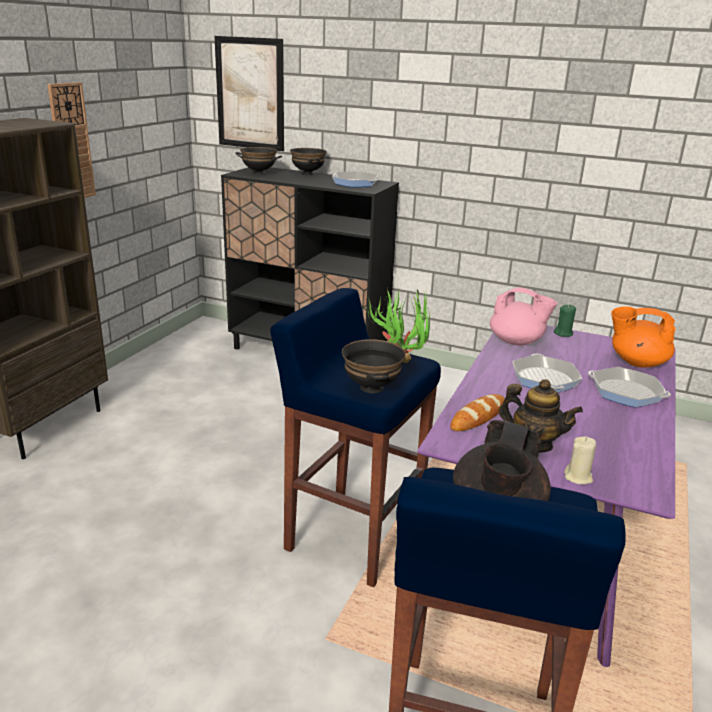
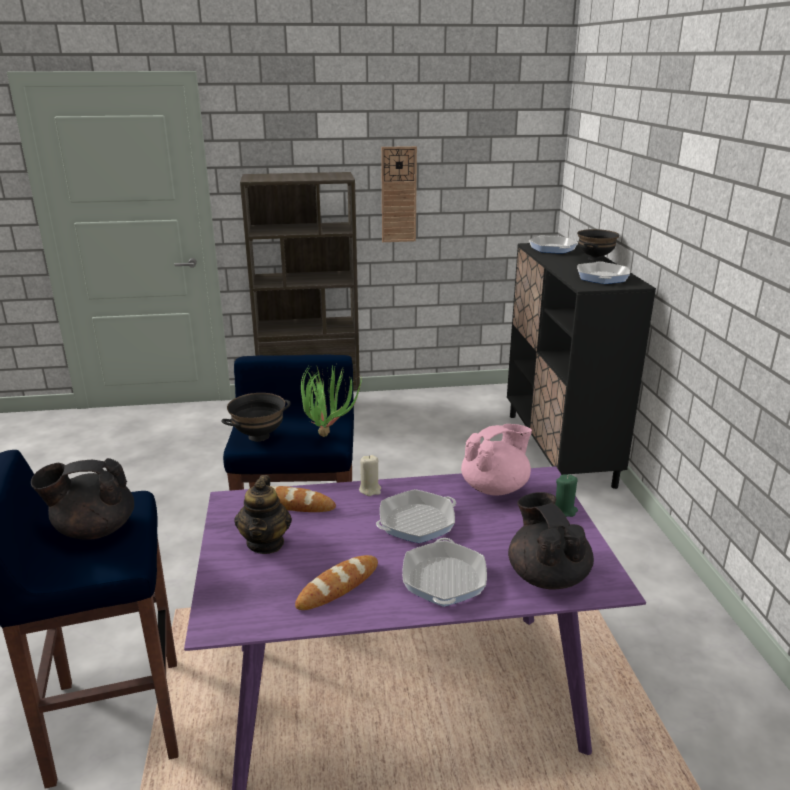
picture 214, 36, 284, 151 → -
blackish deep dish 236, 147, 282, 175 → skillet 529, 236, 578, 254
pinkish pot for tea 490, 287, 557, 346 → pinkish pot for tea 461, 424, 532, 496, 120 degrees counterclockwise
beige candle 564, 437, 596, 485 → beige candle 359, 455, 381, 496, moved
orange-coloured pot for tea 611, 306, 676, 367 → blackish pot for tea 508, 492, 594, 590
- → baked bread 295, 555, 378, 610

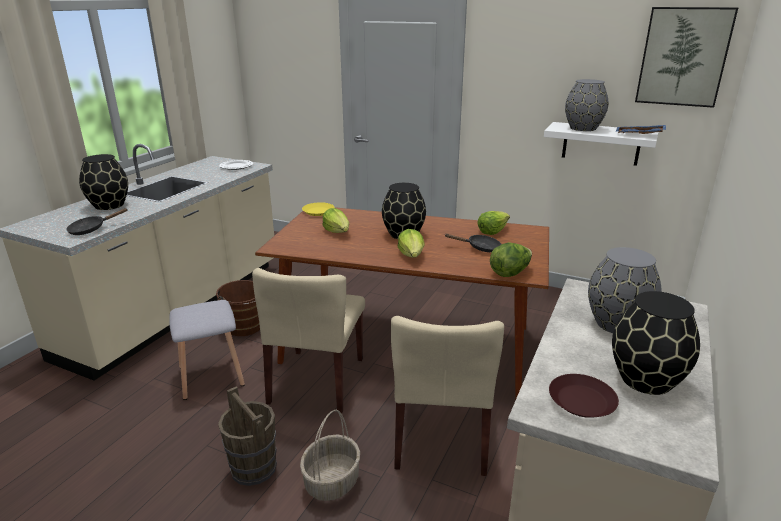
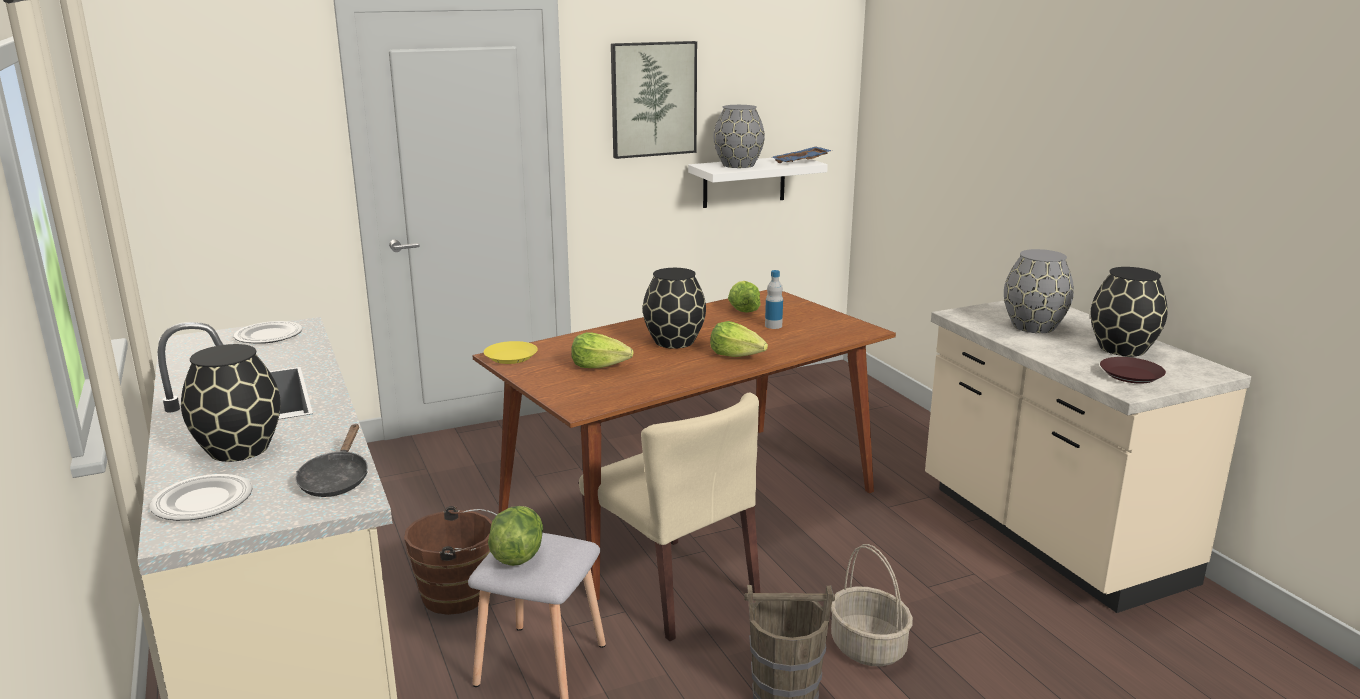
beige chair 391, 316, 504, 476 → -
blackish skillet 445, 234, 501, 252 → beverage bottle 765, 270, 783, 329
lettuce 490, 242, 532, 277 → lettuce 488, 506, 543, 566, moved
picture 635, 7, 738, 108 → picture 611, 41, 697, 159, moved
- → dinner plate 149, 474, 253, 521

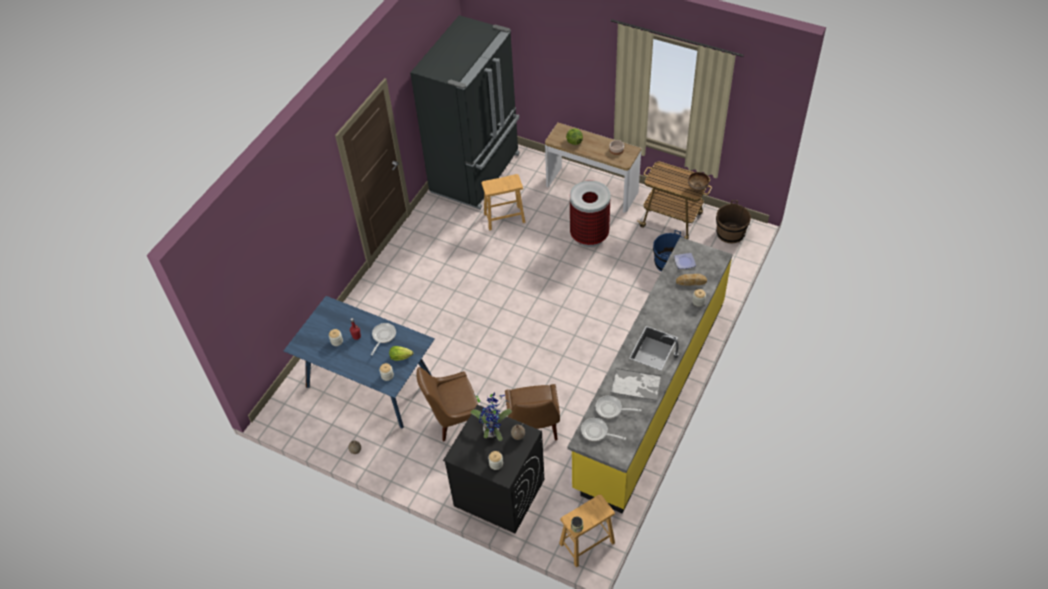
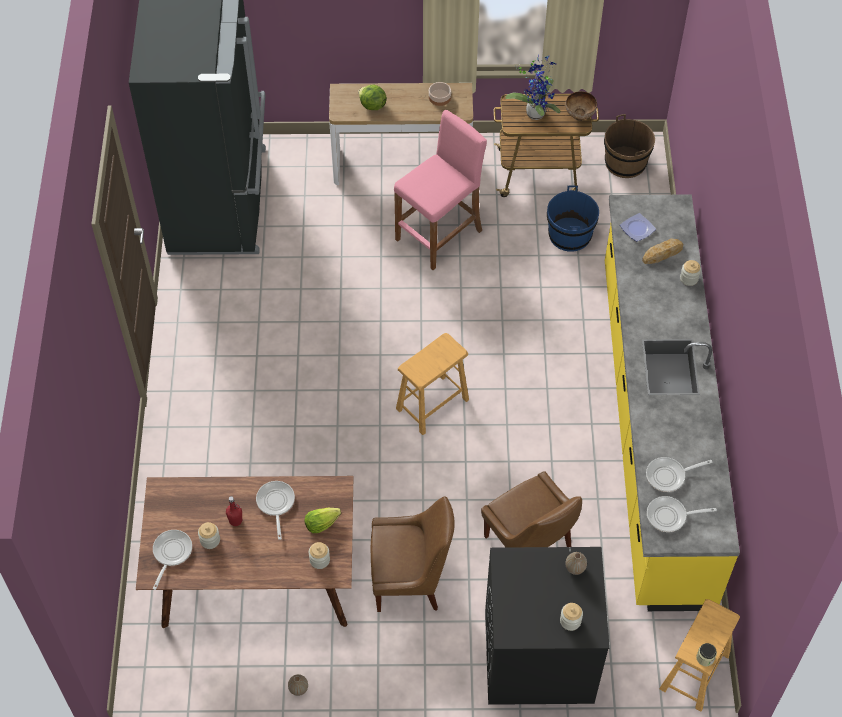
blue dinner table 284, 296, 435, 429 → brown-coloured dinner table 136, 476, 353, 628
brown-coloured chair 417, 367, 478, 441 → brown-coloured chair 371, 496, 455, 612, 135 degrees counterclockwise
potted plant 470, 392, 512, 441 → potted plant 505, 55, 561, 120, moved
brown-coloured stool 481, 174, 525, 230 → brown-coloured stool 396, 333, 469, 435, moved
trash can 570, 180, 611, 247 → pinkish stool 394, 110, 487, 270
serving tray 611, 368, 661, 402 → -
- → skillet 153, 530, 192, 590

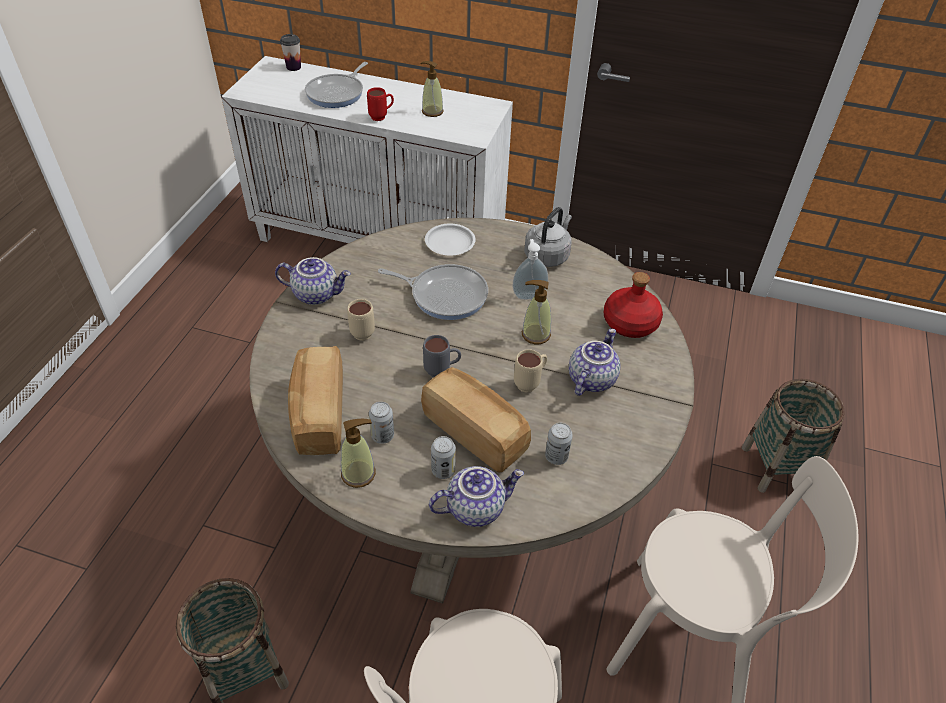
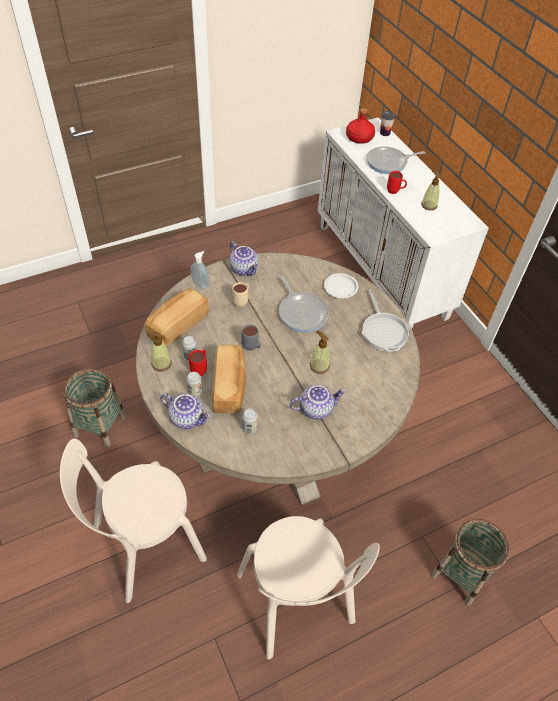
soap dispenser 513, 239, 548, 300 → soap dispenser 191, 251, 210, 289, moved
beige tea mug 514, 349, 547, 393 → -
greyish water kettle 524, 207, 572, 267 → skillet 362, 290, 410, 352
red beverage bottle 604, 272, 663, 338 → red beverage bottle 346, 108, 375, 144, moved
- → red tea mug 189, 350, 207, 376

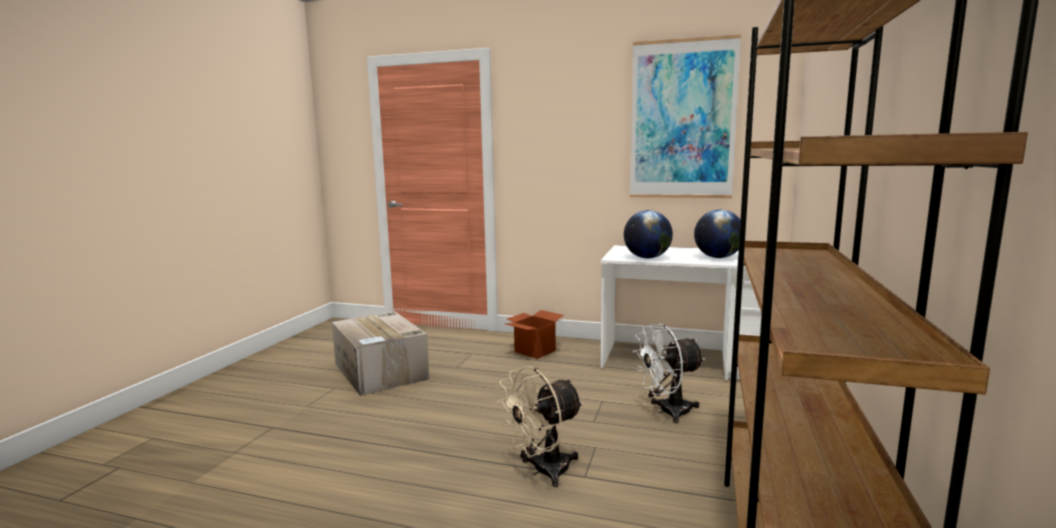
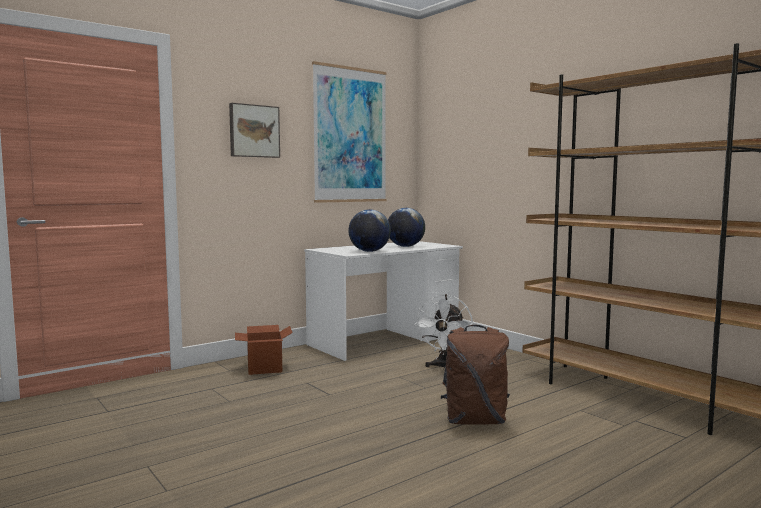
carton 332, 311, 430, 396 → -
beige fan 497, 366, 584, 487 → brown-coloured knapsack 441, 325, 510, 425
- → picture 229, 103, 280, 158

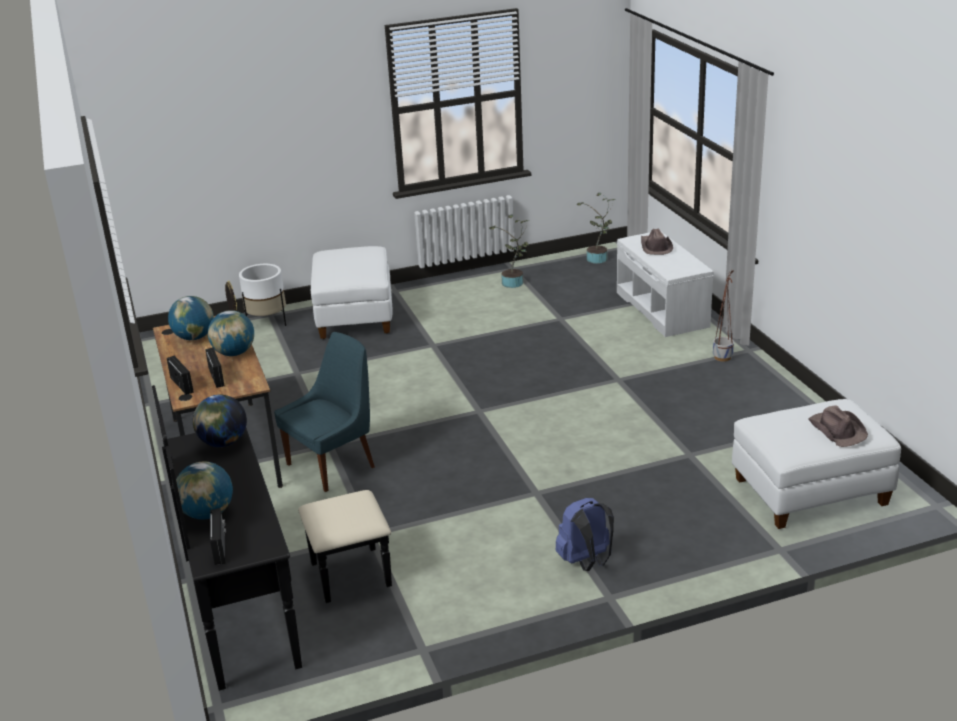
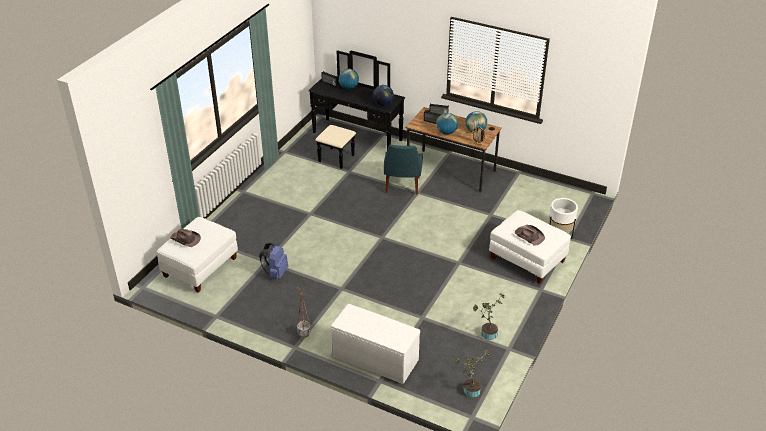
blue knapsack 556, 498, 614, 571 → blue knapsack 259, 243, 288, 279, moved
brown-coloured clothing hat 641, 229, 673, 255 → brown-coloured clothing hat 515, 225, 545, 246, moved

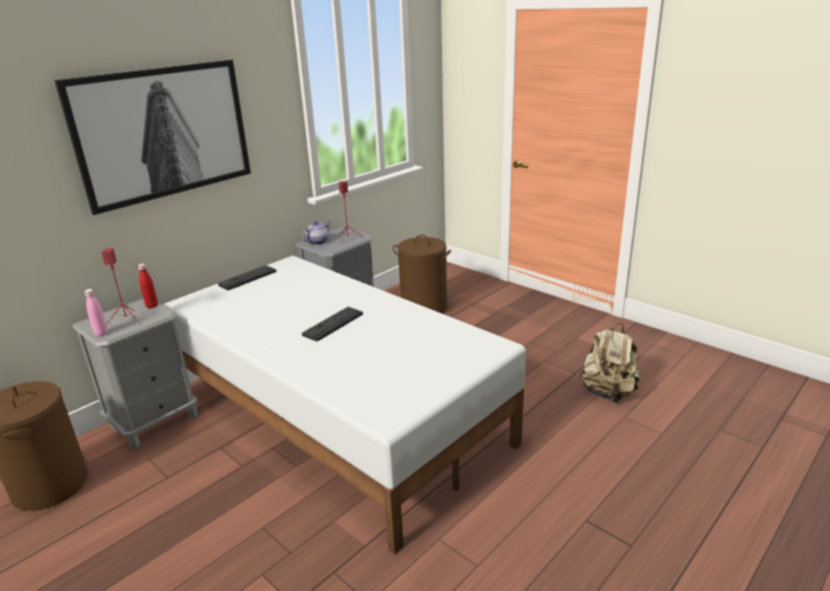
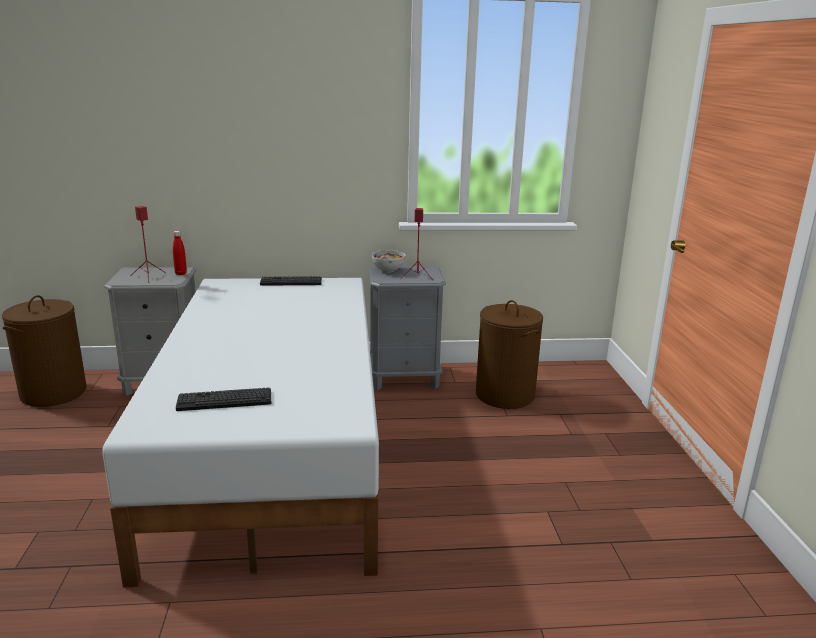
picture 54, 60, 251, 215 → -
pinkish beverage bottle 84, 289, 108, 337 → -
keyboard 302, 307, 363, 341 → keyboard 176, 388, 271, 411, moved
pot for tea 303, 221, 330, 245 → deep dish 372, 250, 405, 273
beige knapsack 579, 323, 641, 402 → -

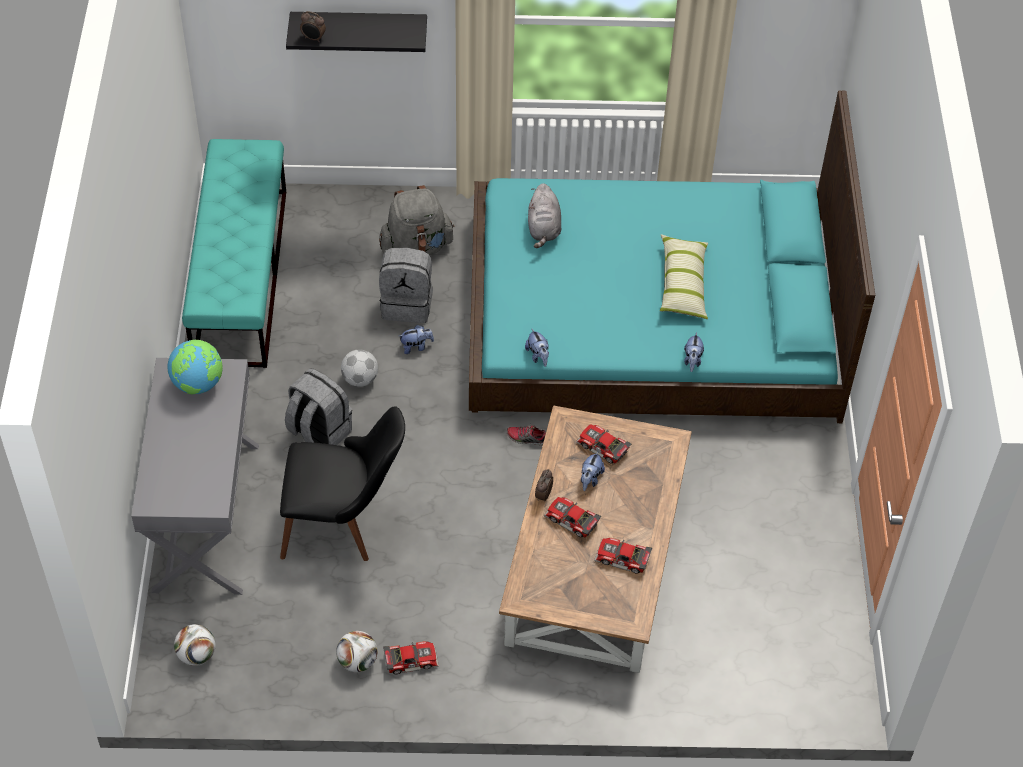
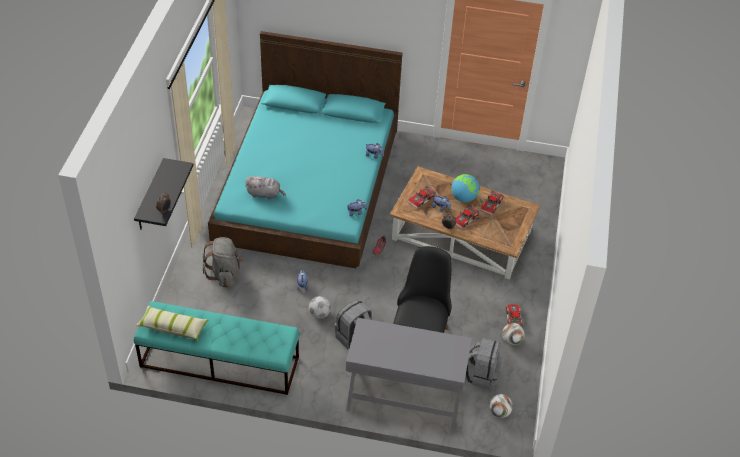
globe 167, 340, 223, 394 → globe 451, 174, 479, 202, moved
greyish knapsack 379, 248, 433, 323 → greyish knapsack 465, 338, 502, 390, moved
throw pillow 660, 234, 708, 319 → throw pillow 136, 306, 208, 340, moved

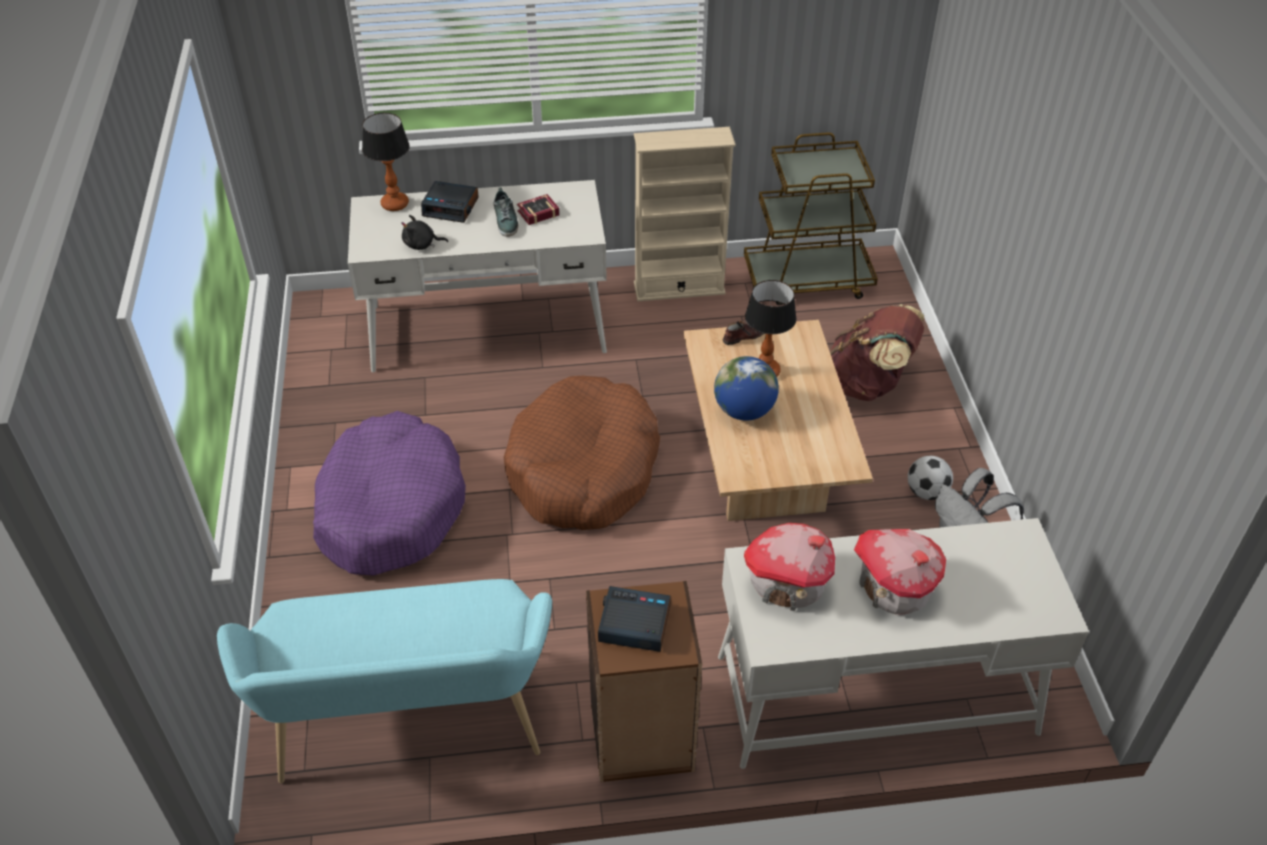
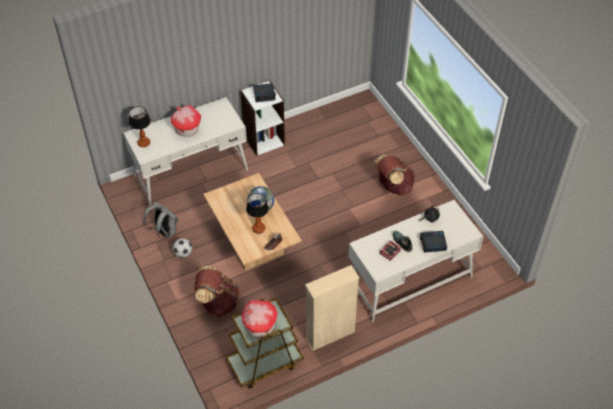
blue-green bench 217, 579, 552, 783 → -
purple dog bed 313, 411, 466, 576 → brown-coloured knapsack 373, 155, 415, 195
table lamp 362, 113, 410, 211 → table lamp 129, 106, 151, 147, moved
brown-coloured dog bed 503, 376, 660, 530 → -
brown-coloured bookcase 586, 581, 702, 782 → white-coloured bookcase 240, 80, 285, 156
model house 744, 523, 835, 611 → model house 241, 300, 278, 337, moved

